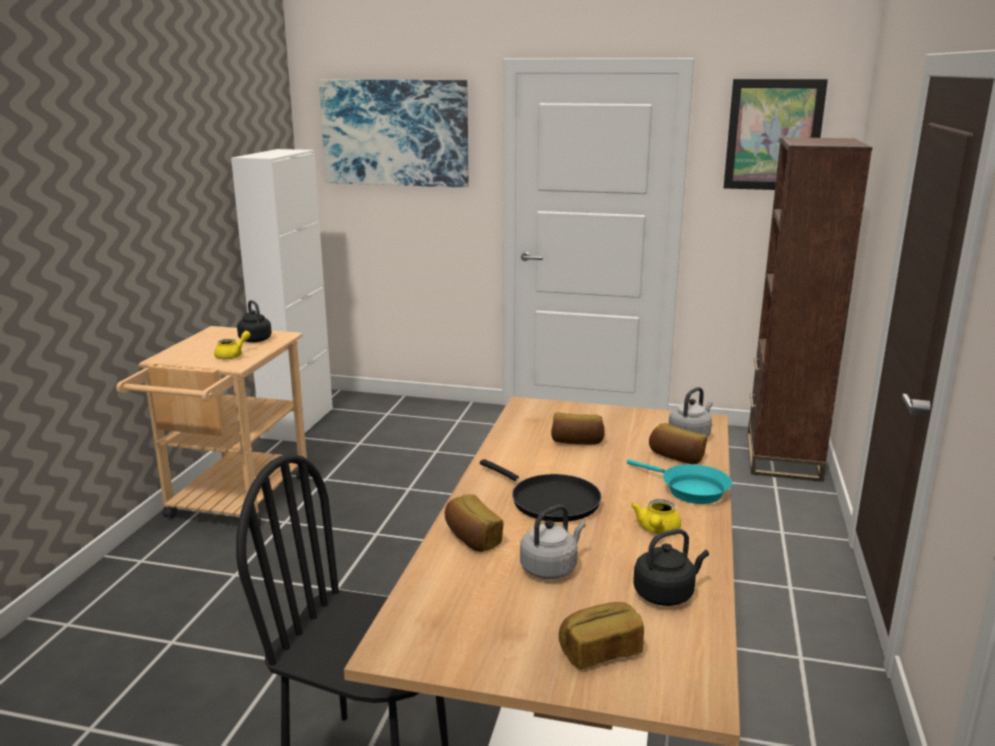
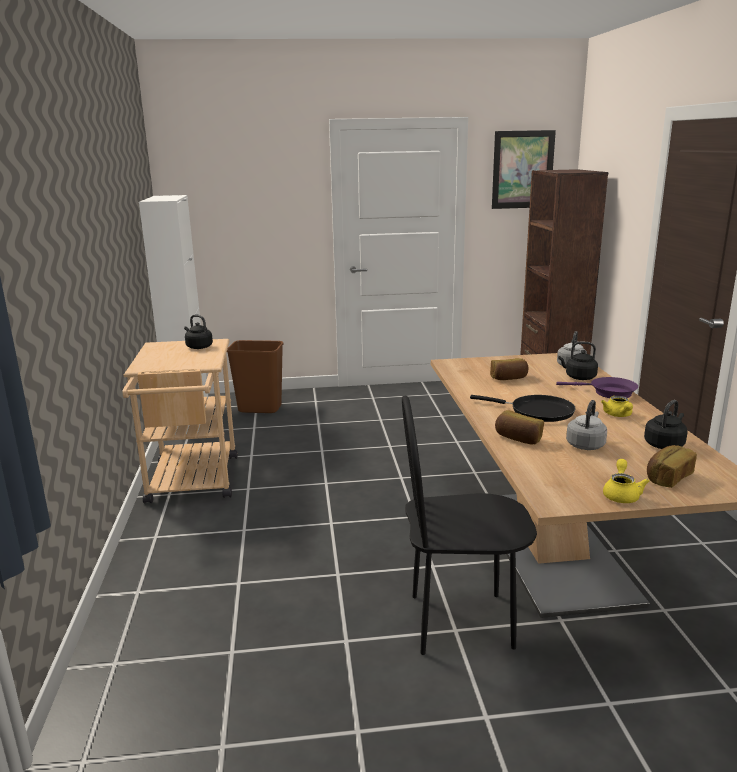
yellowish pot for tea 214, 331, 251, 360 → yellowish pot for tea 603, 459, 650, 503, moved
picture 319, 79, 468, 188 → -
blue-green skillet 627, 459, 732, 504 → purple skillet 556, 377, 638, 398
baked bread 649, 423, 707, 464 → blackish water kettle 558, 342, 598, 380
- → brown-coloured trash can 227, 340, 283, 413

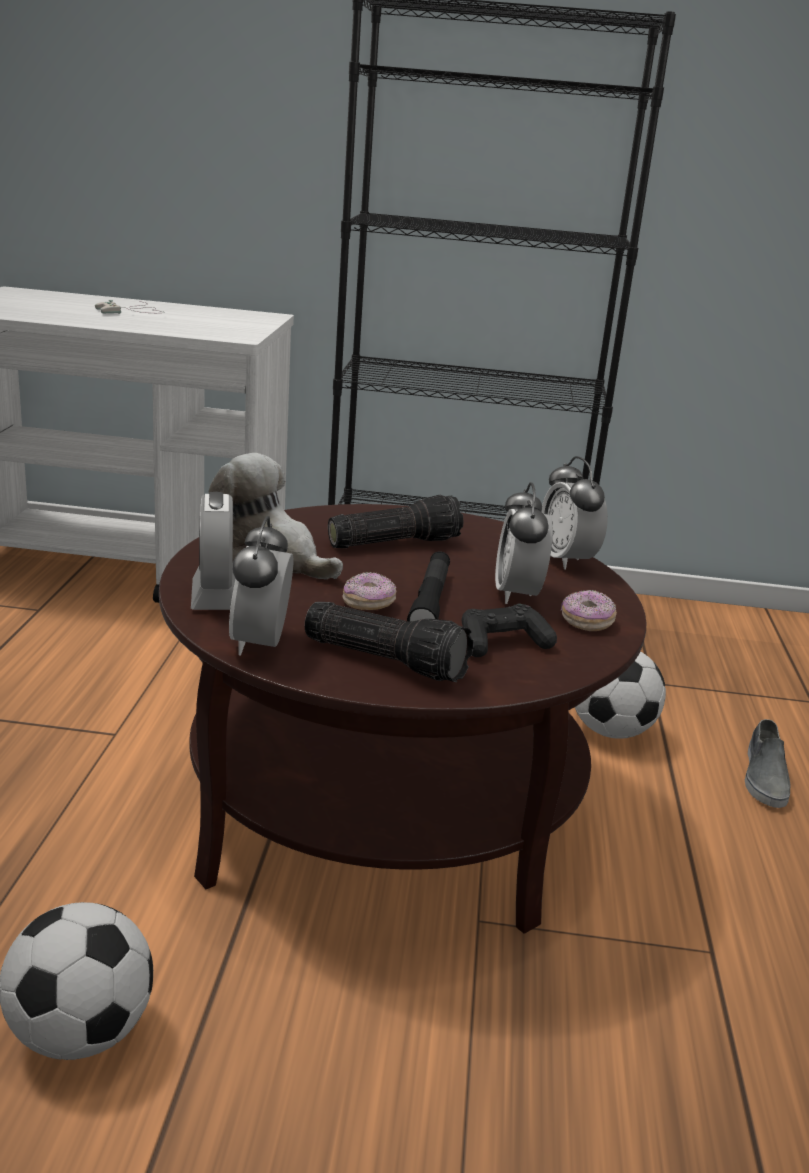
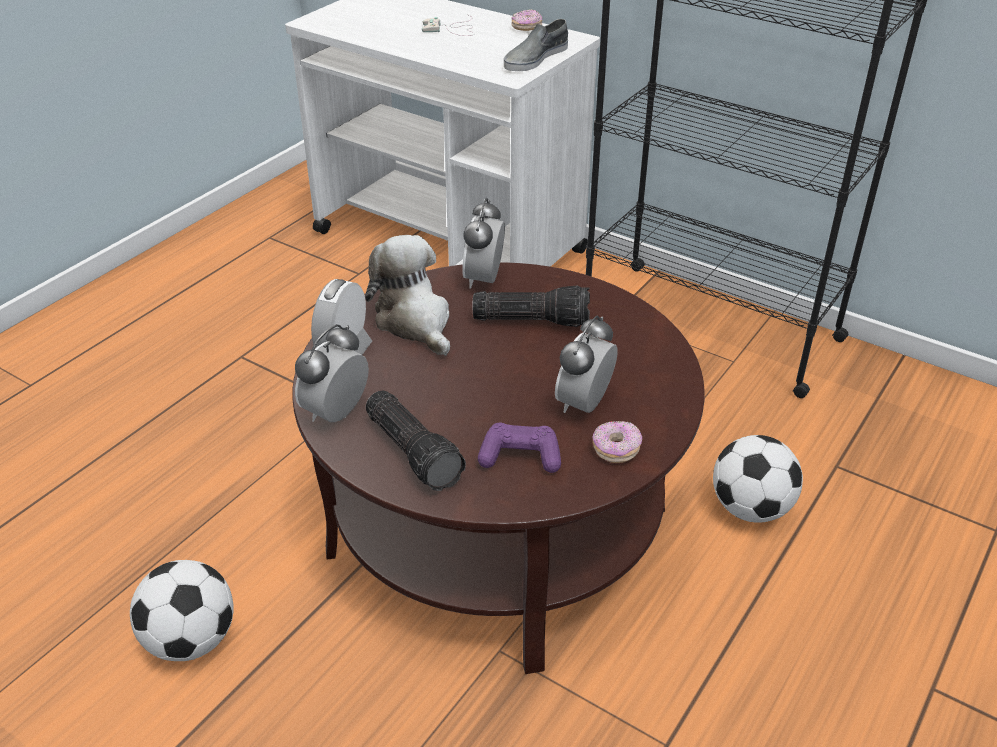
donut 343, 572, 397, 610 → donut 511, 9, 542, 31, moved
blackish torch 407, 551, 450, 622 → -
blackish gamepad 462, 603, 557, 657 → purple gamepad 478, 423, 561, 473
table clock 542, 456, 608, 570 → table clock 462, 198, 505, 288, moved
greyish low shoe 745, 719, 790, 808 → greyish low shoe 504, 19, 568, 71, moved

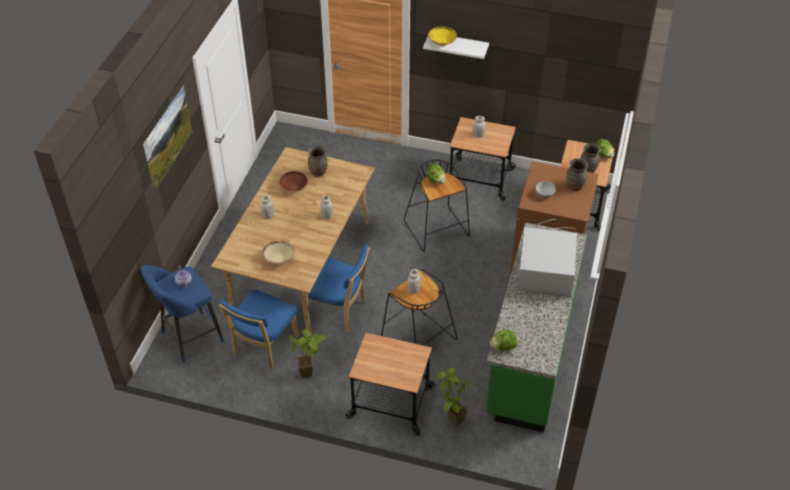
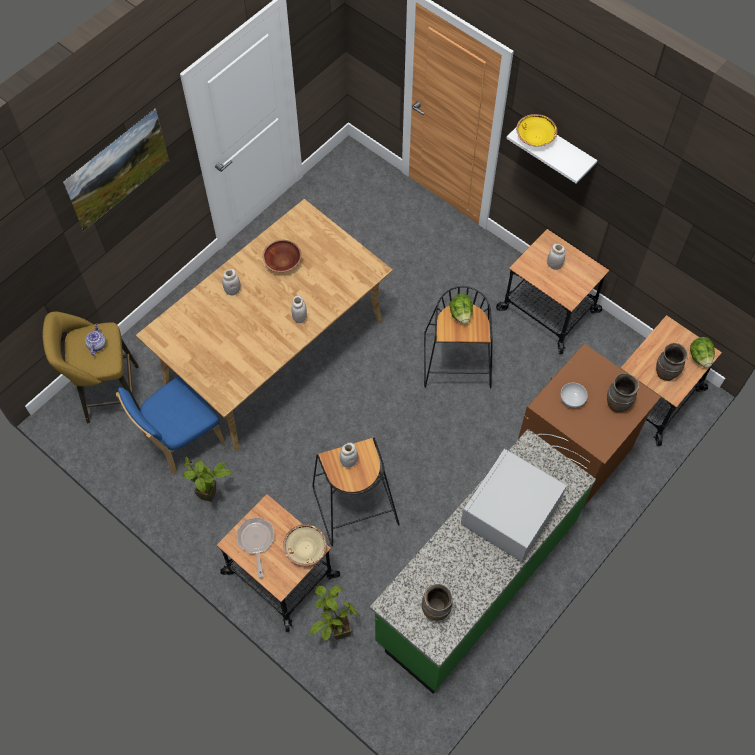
blue stool 141, 265, 224, 363 → yellowish stool 43, 312, 140, 423
beige deep dish 262, 240, 294, 264 → beige deep dish 283, 524, 327, 566, moved
blue chair 304, 244, 370, 333 → -
brown-coloured flower vase 308, 146, 327, 177 → brown-coloured flower vase 421, 584, 453, 621, moved
lettuce 490, 330, 518, 350 → -
- → skillet 237, 517, 274, 577

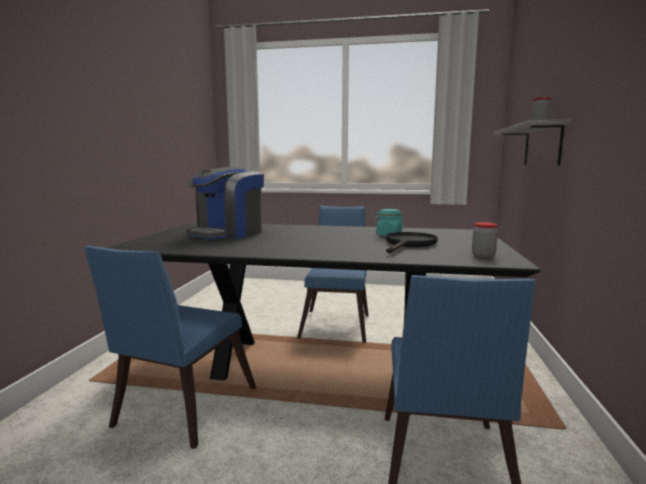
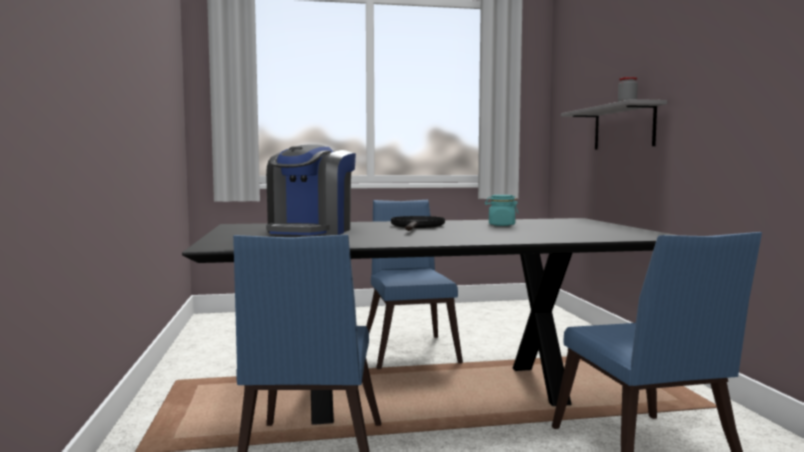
blackish skillet 386, 232, 438, 253 → blackish skillet 391, 216, 445, 231, moved
jar 472, 222, 498, 258 → -

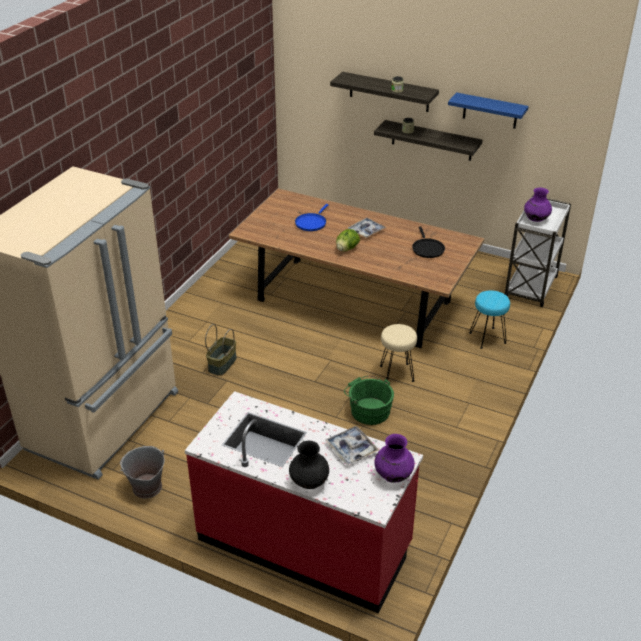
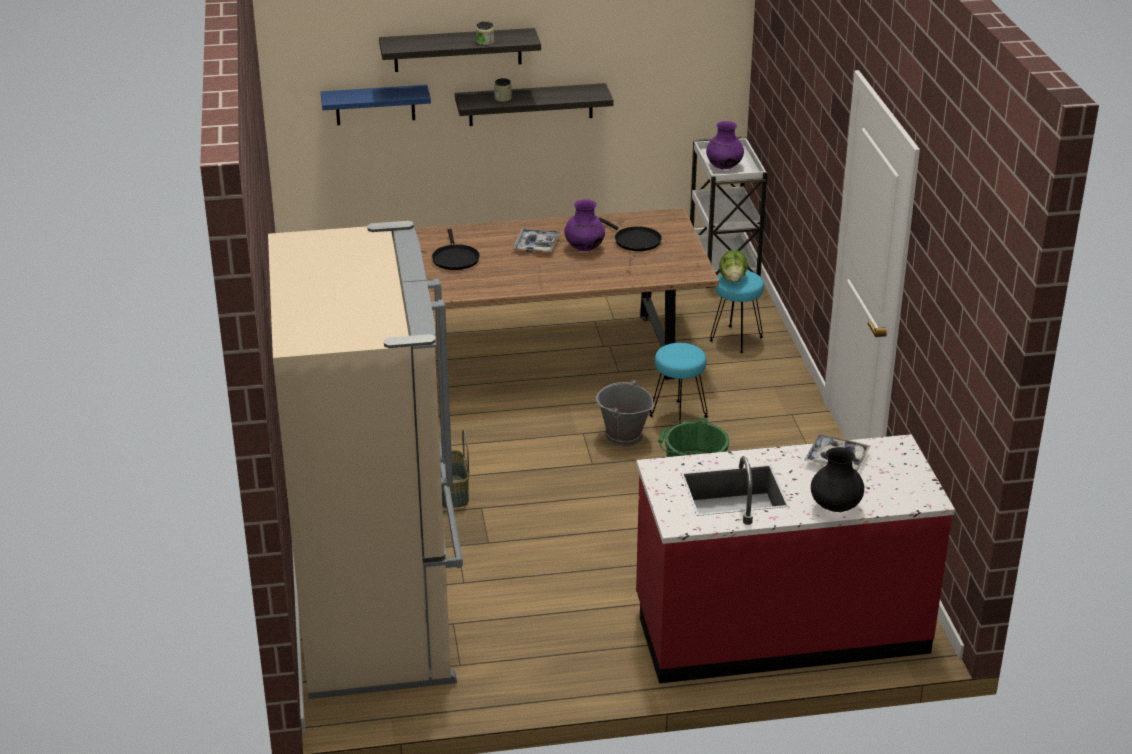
greyish bucket 120, 446, 165, 499 → greyish bucket 596, 379, 654, 447, moved
blue skillet 295, 204, 329, 231 → blackish skillet 432, 229, 480, 270
lettuce 336, 229, 360, 252 → lettuce 719, 250, 748, 283, moved
purple flower vase 374, 434, 415, 483 → purple flower vase 564, 199, 605, 251, moved
beige stool 380, 324, 417, 382 → blue-green stool 649, 343, 708, 424
blue shelf 448, 92, 528, 129 → blue shelf 321, 85, 431, 125, moved

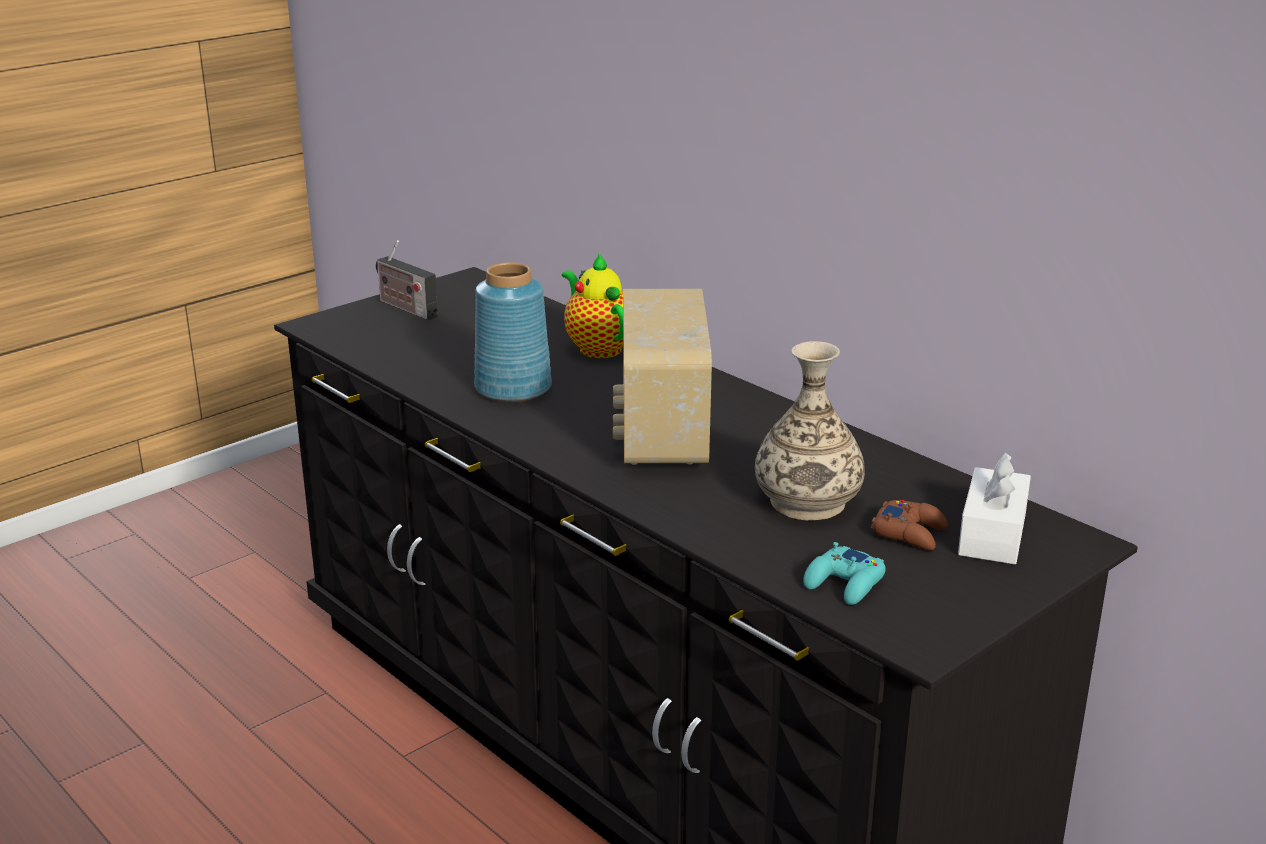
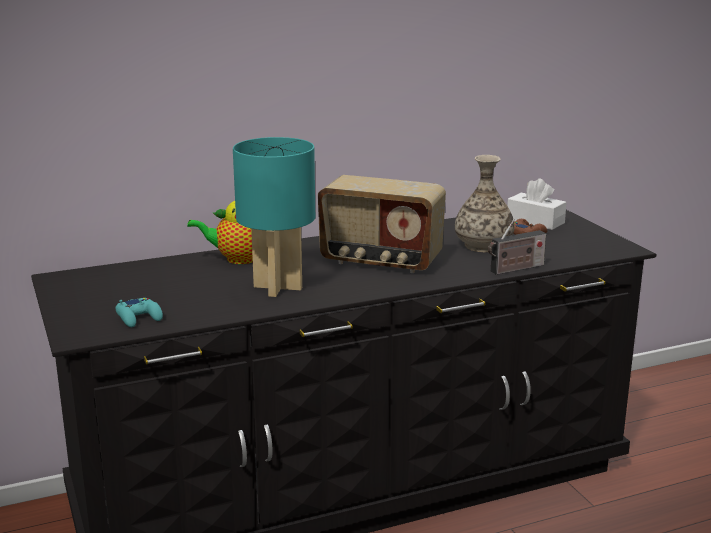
radio set 376, 240, 438, 320 → radio set 488, 219, 546, 275, moved
blue flower vase 474, 262, 552, 402 → blue-green table lamp 233, 137, 315, 297
blue-green gamepad 803, 542, 886, 605 → blue-green gamepad 115, 298, 163, 327, moved

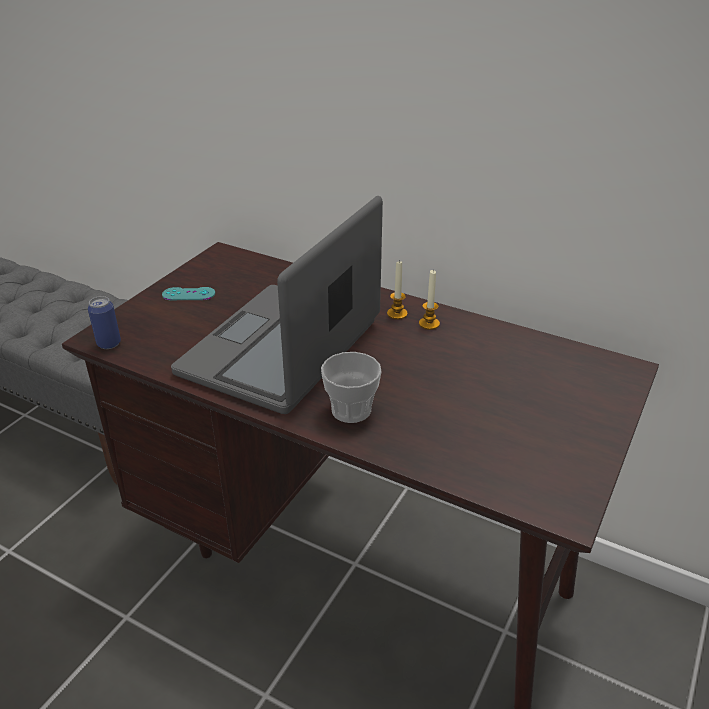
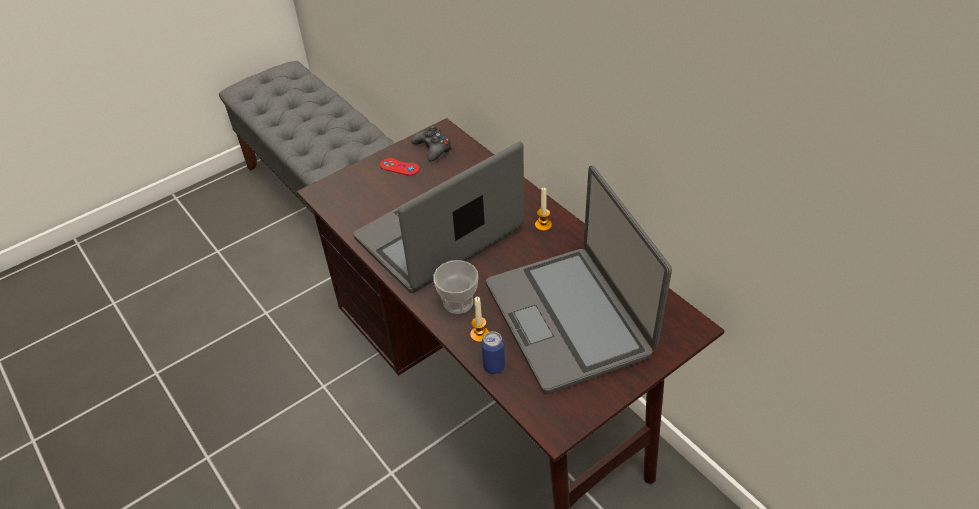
sealed can 88, 296, 121, 349 → sealed can 481, 331, 505, 374, moved
blue-green gamepad 162, 287, 215, 300 → red gamepad 380, 158, 419, 176
candle 419, 270, 440, 330 → candle 470, 297, 489, 342, moved
- → blackish gamepad 411, 125, 451, 162
- → laptop 486, 166, 672, 394

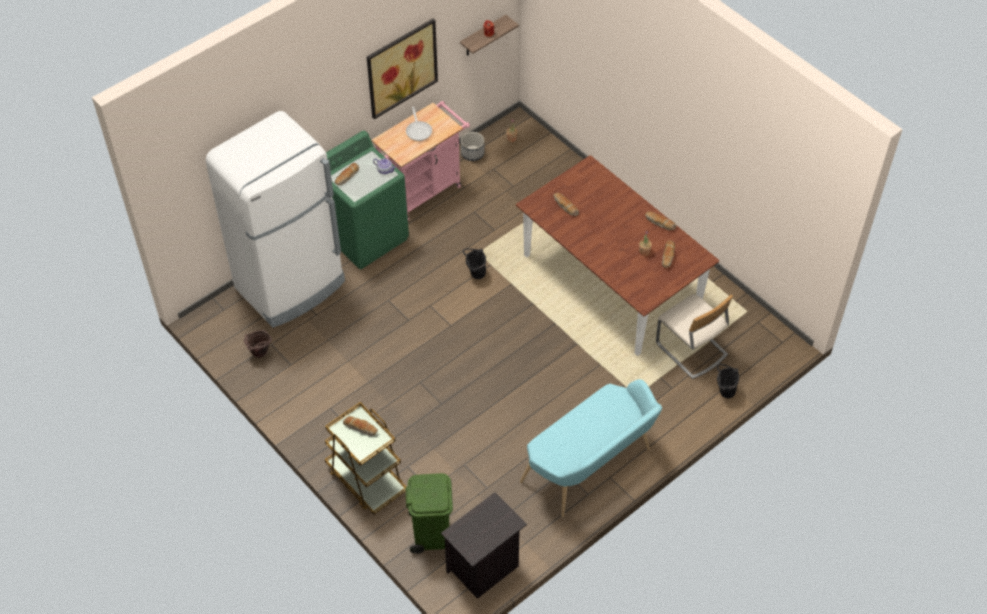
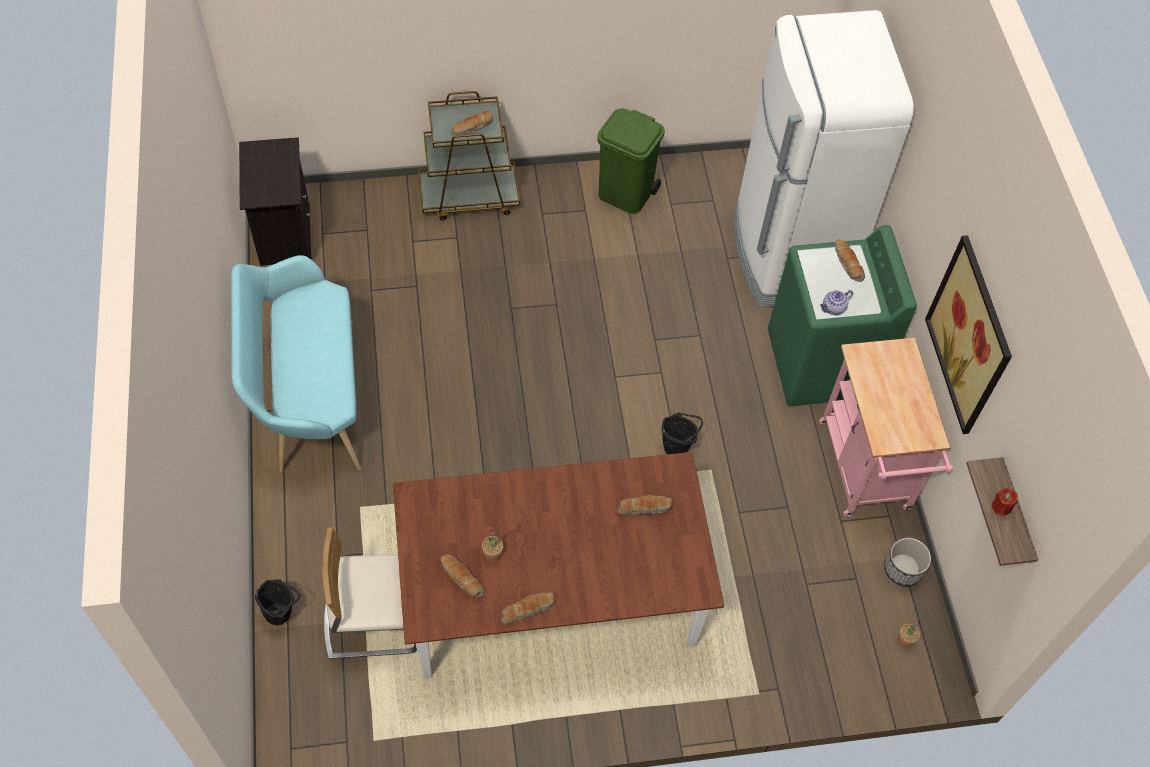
brown-coloured bucket 244, 330, 272, 358 → -
skillet 406, 107, 432, 141 → -
green trash can 406, 473, 453, 554 → green trash can 597, 109, 665, 214, moved

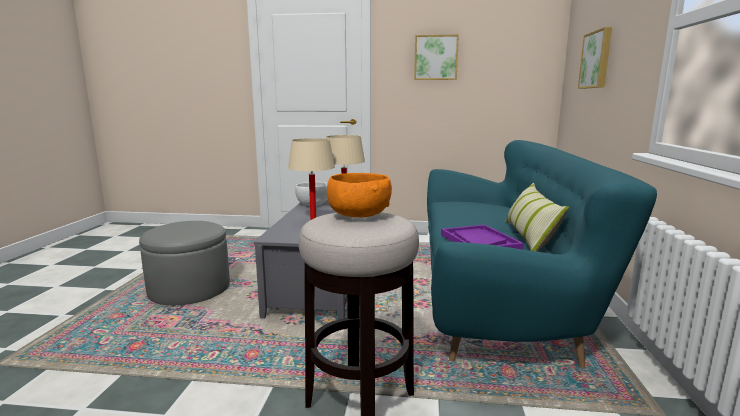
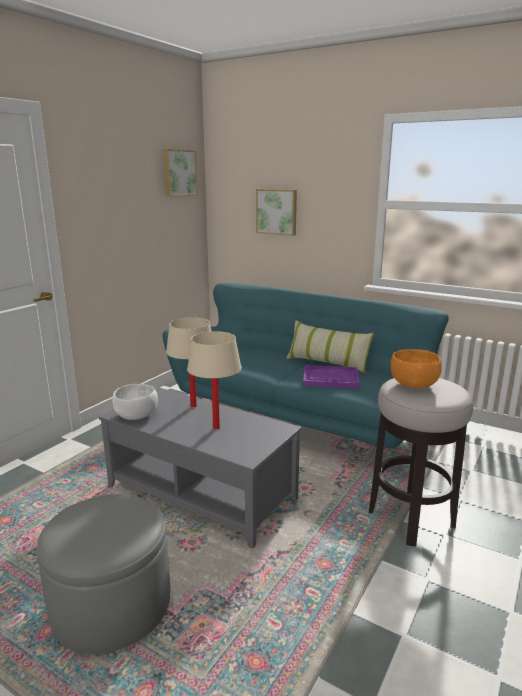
picture 414, 34, 459, 80 → picture 163, 149, 198, 197, moved

